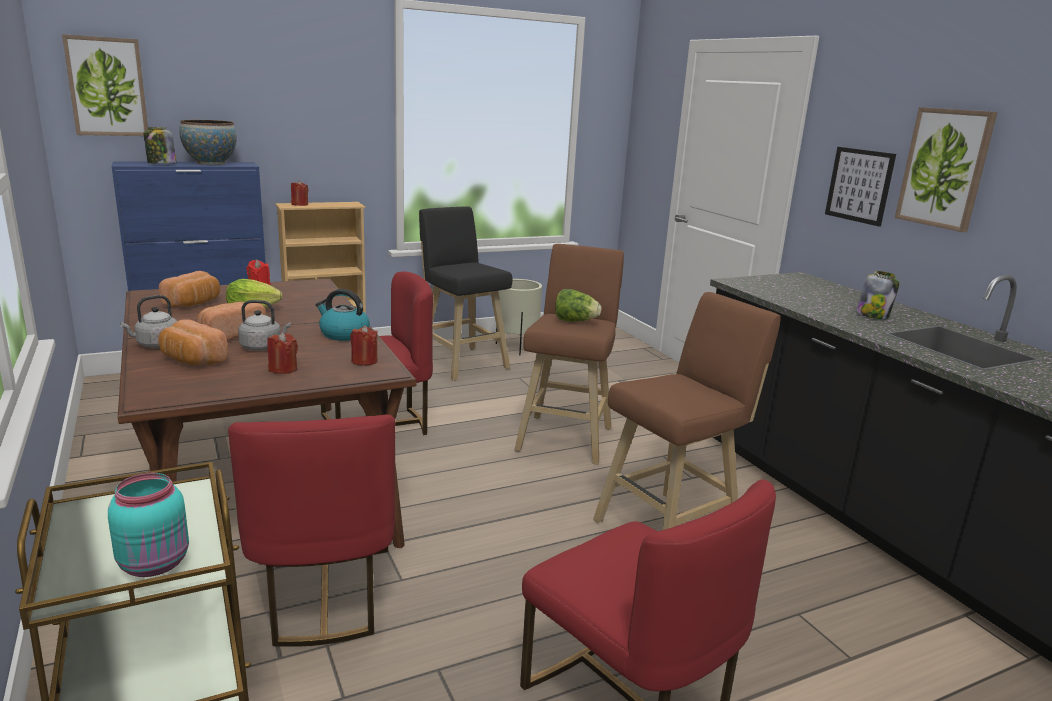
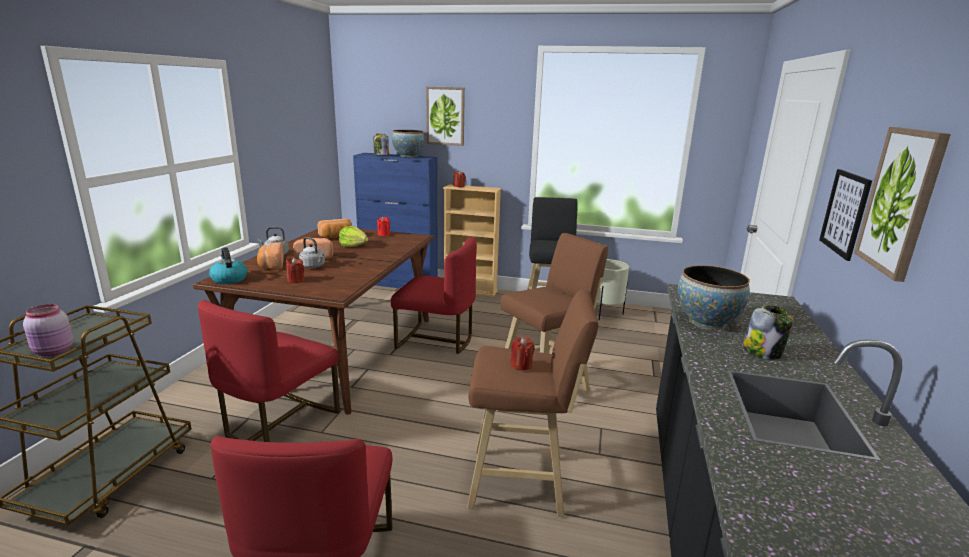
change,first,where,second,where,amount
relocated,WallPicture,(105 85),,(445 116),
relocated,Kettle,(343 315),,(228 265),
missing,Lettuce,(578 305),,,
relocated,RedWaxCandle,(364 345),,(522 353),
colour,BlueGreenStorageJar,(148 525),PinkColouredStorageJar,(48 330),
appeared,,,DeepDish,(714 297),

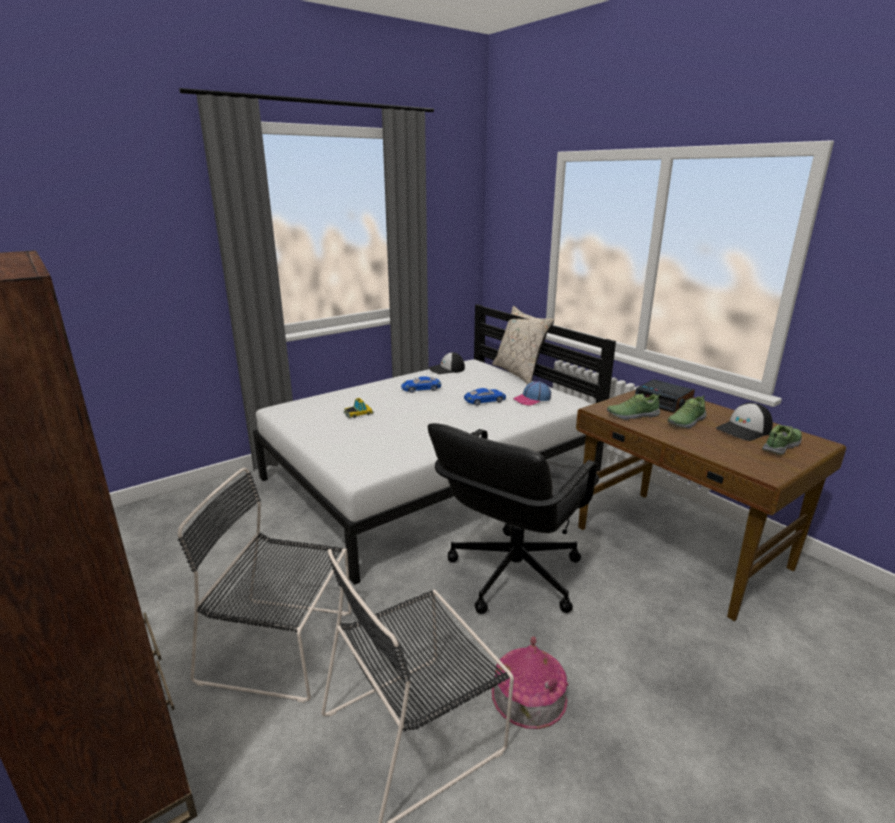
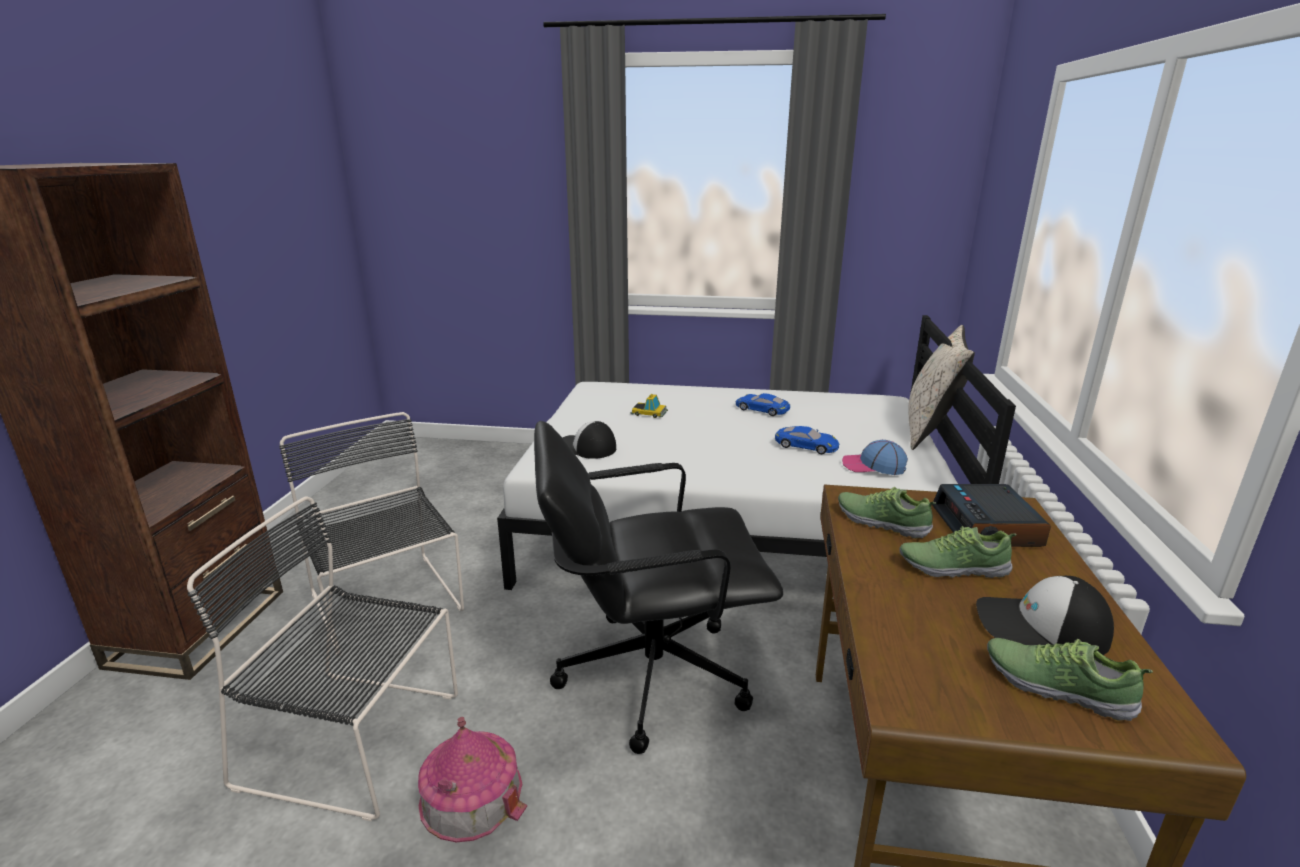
change,first,where,second,where,amount
relocated,Cap,(447 363),,(589 440),
spun,LowShoe,(782 440),,(1070 679),150 degrees counterclockwise

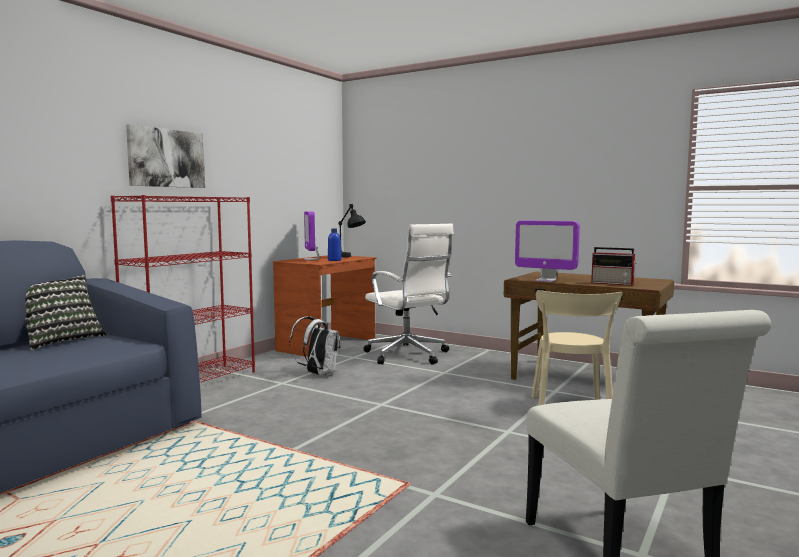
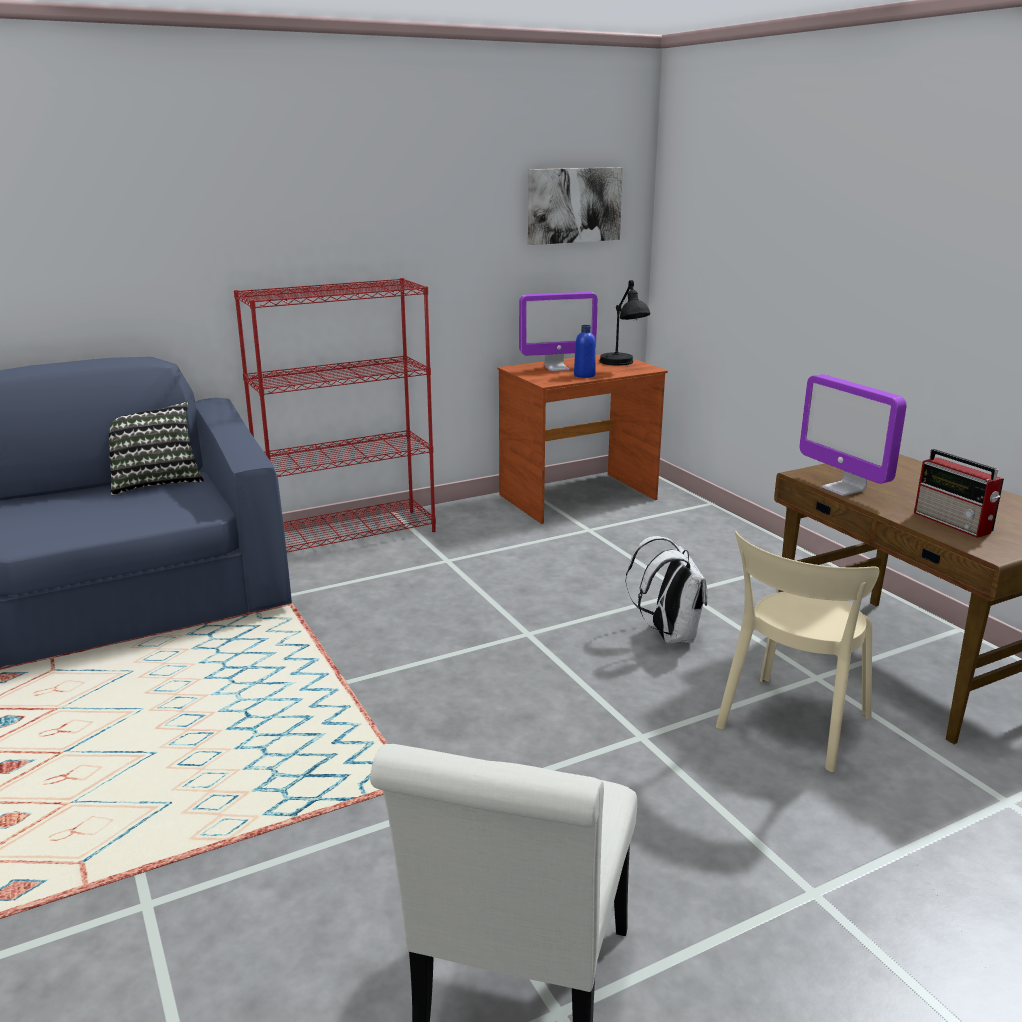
change,first,where,second,where,amount
relocated,WallPicture,(165 156),,(575 206),
spun,Monitor,(311 235),,(558 331),120 degrees counterclockwise
missing,WhiteComputerChair,(408 294),,,
relocated,WhiteRucksack,(314 346),,(666 589),

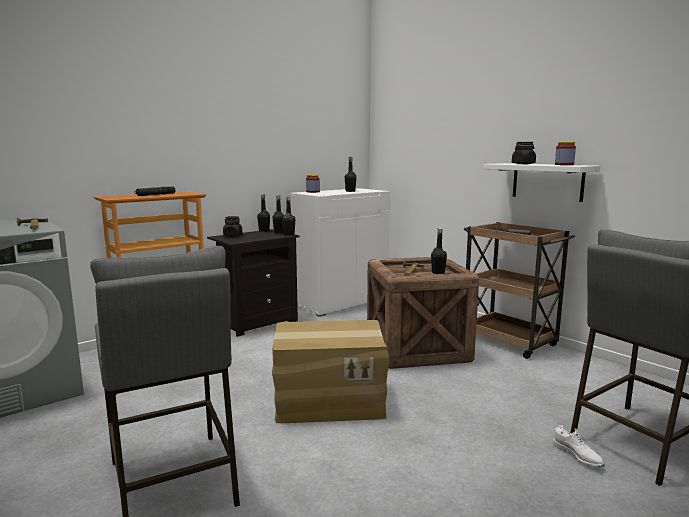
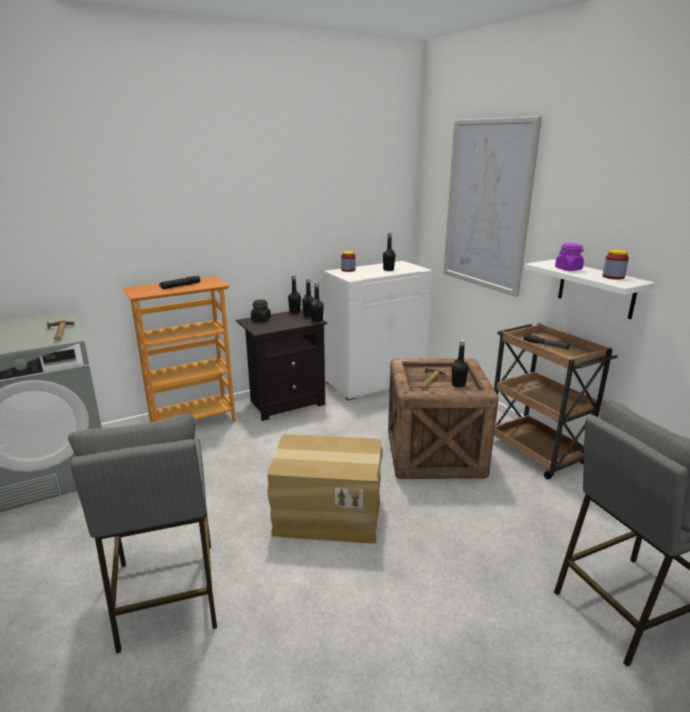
change,first,where,second,where,amount
colour,BlackishStorageJar,(524 153),PurpleStorageJar,(569 257),
missing,WhiteLowShoe,(579 446),,,
appeared,,,WallPicture,(492 206),

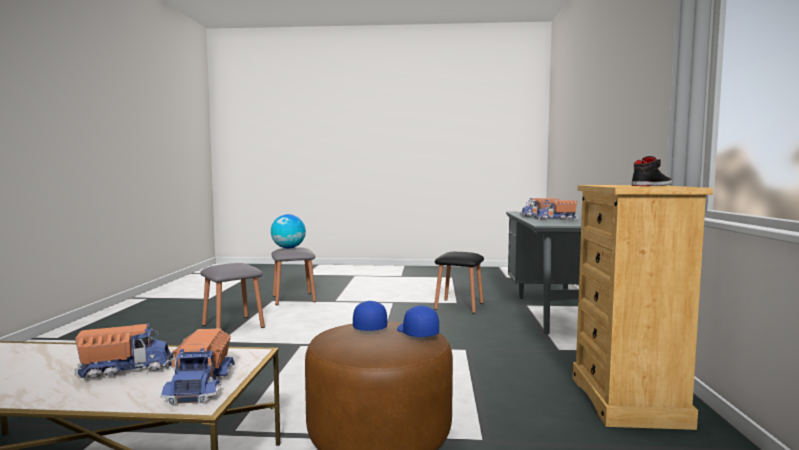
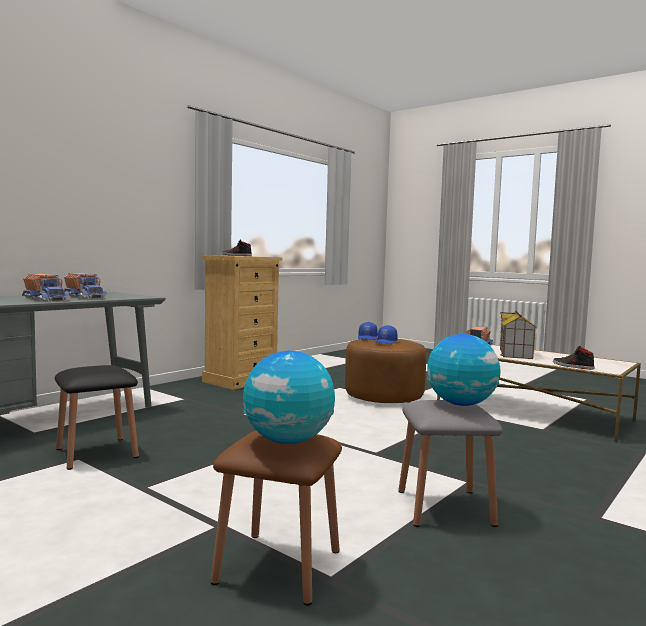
change,first,where,second,where,amount
colour,GreyStoolSeat,(293 276),BrownishStoolSeat,(276 518),
exchanged,ModelTruck,(123 350),ToyHouse,(518 335),
appeared,,,WorldGlobe,(463 370),
appeared,,,BlackishLowShoe,(574 358),

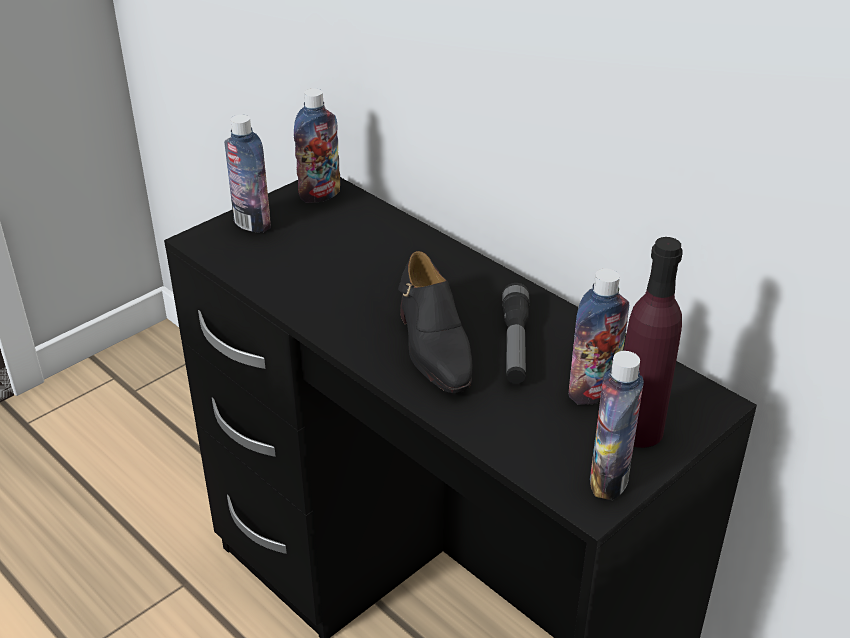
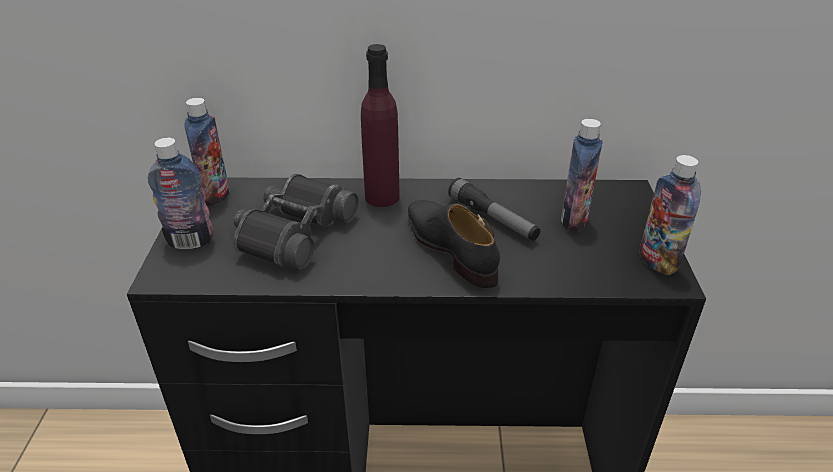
change,first,where,second,where,amount
relocated,PurpleDrinkBottle,(653 342),,(380 125),
spun,BlackishLowShoe,(435 322),,(454 244),150 degrees counterclockwise
appeared,,,BlackishFieldGlasses,(296 222),

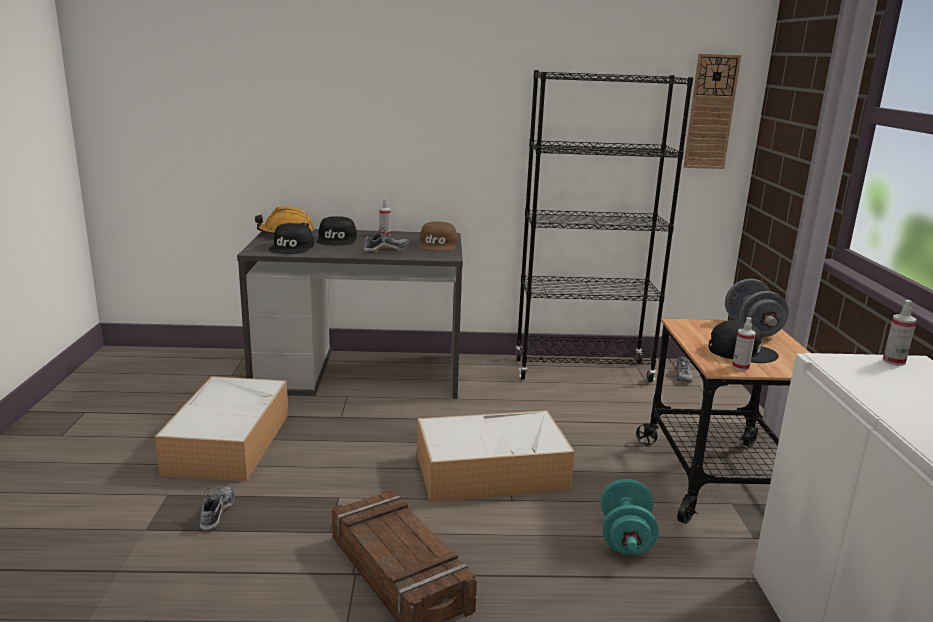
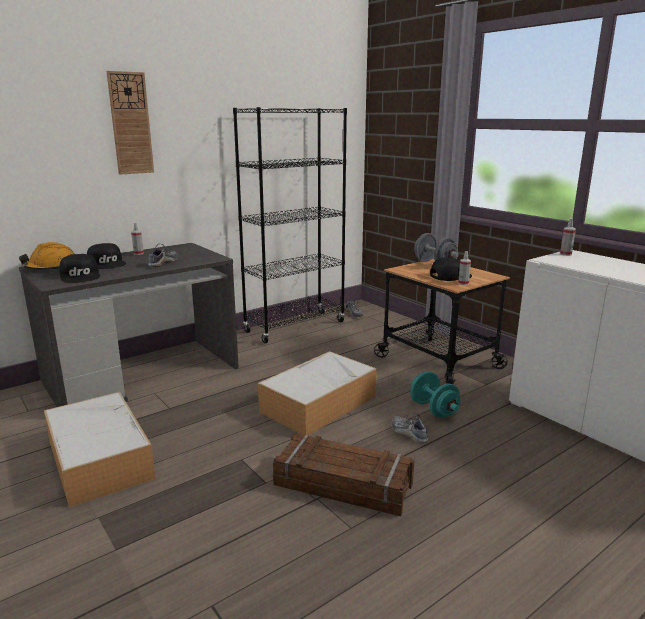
change,first,where,second,where,amount
relocated,HangingClock,(712 111),,(130 123),
missing,BrownishCap,(437 236),,,
relocated,LowShoe,(217 508),,(410 428),

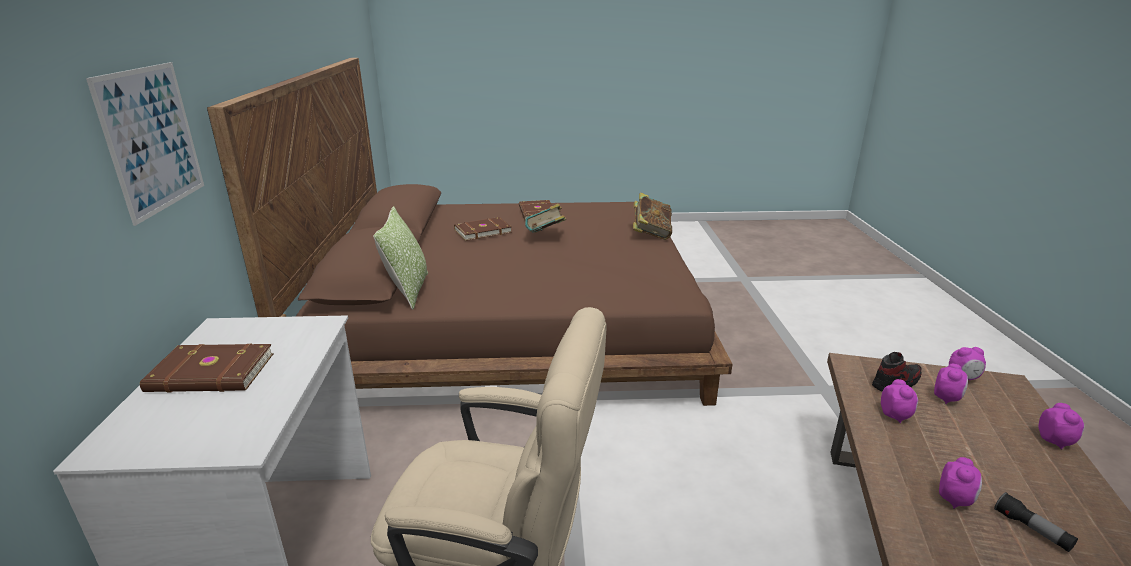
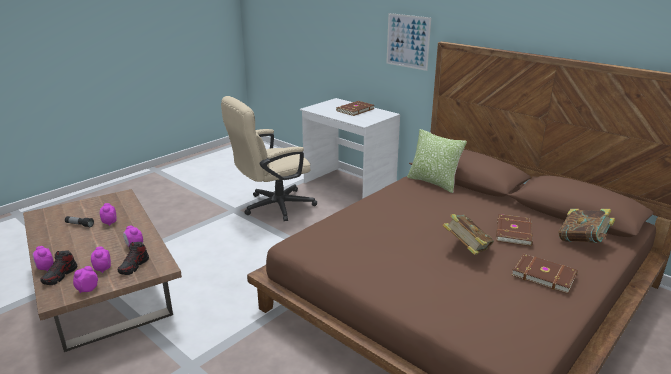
change,first,where,second,where,amount
relocated,Book,(652 216),,(587 226),
appeared,,,LowShoe,(59 267),

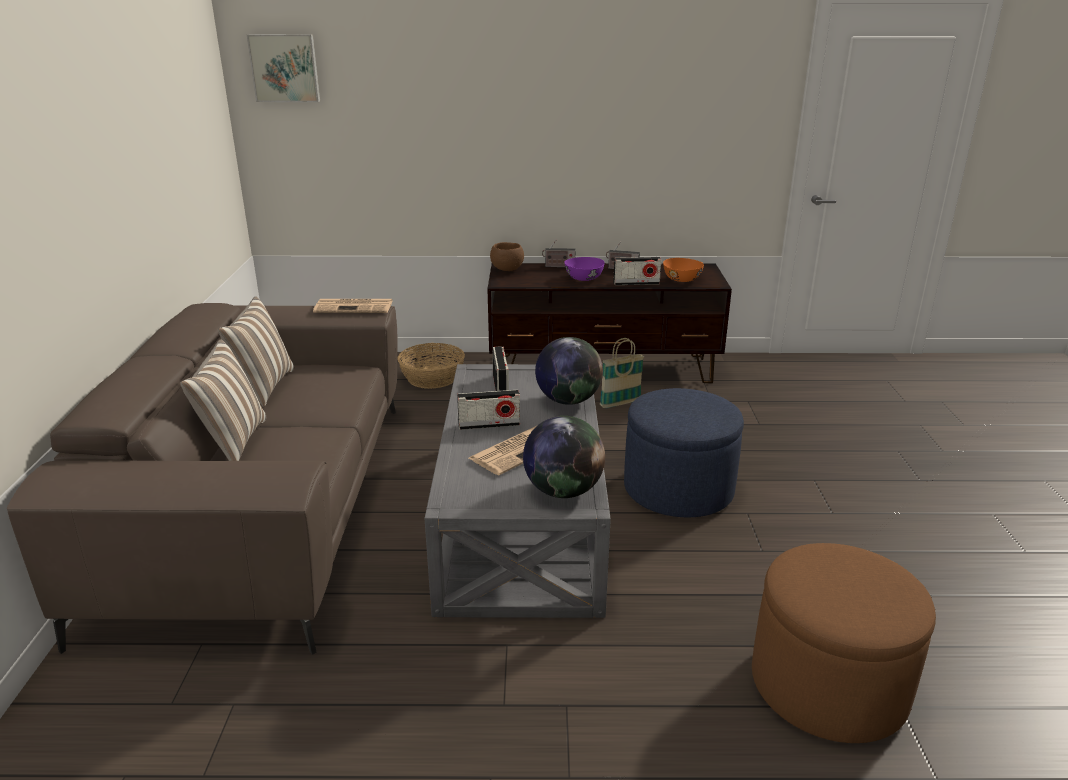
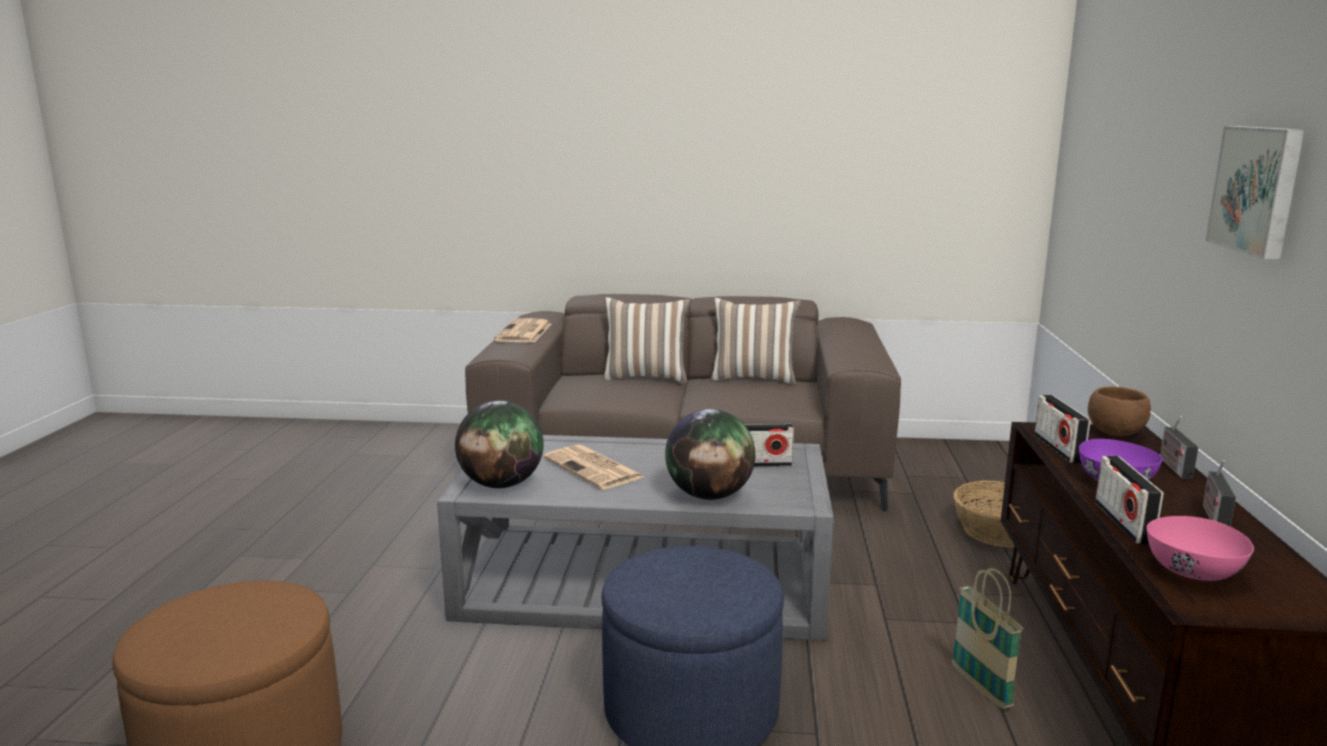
change,first,where,second,where,amount
relocated,WallPicture,(283 68),,(1255 192),
colour,OrangeDeepDish,(683 270),PinkColouredDeepDish,(1200 548),
relocated,DailyPaper,(353 306),,(522 330),
relocated,RadioReceiver,(488 410),,(1062 429),

